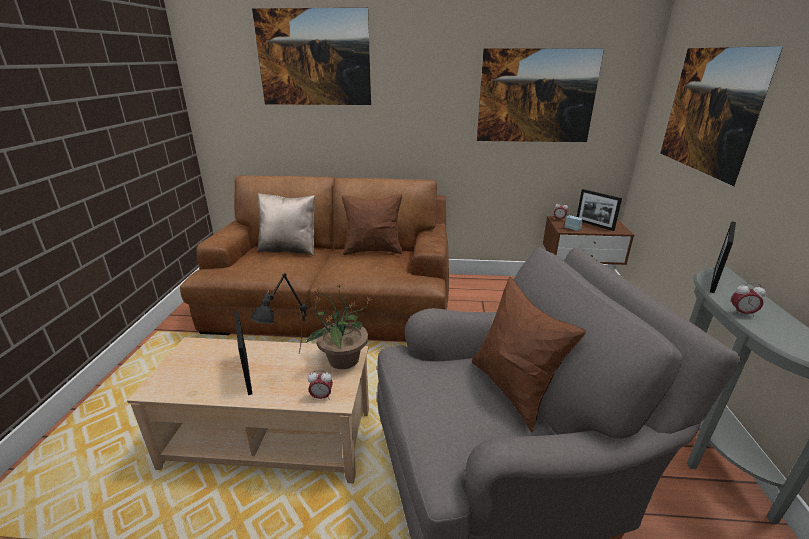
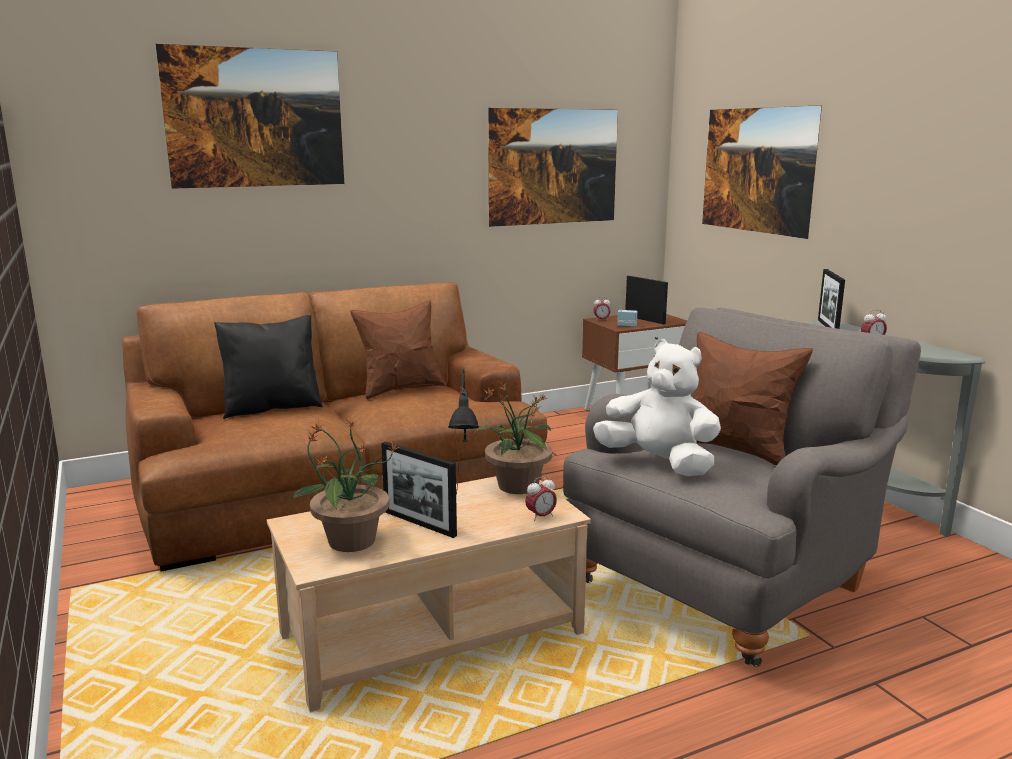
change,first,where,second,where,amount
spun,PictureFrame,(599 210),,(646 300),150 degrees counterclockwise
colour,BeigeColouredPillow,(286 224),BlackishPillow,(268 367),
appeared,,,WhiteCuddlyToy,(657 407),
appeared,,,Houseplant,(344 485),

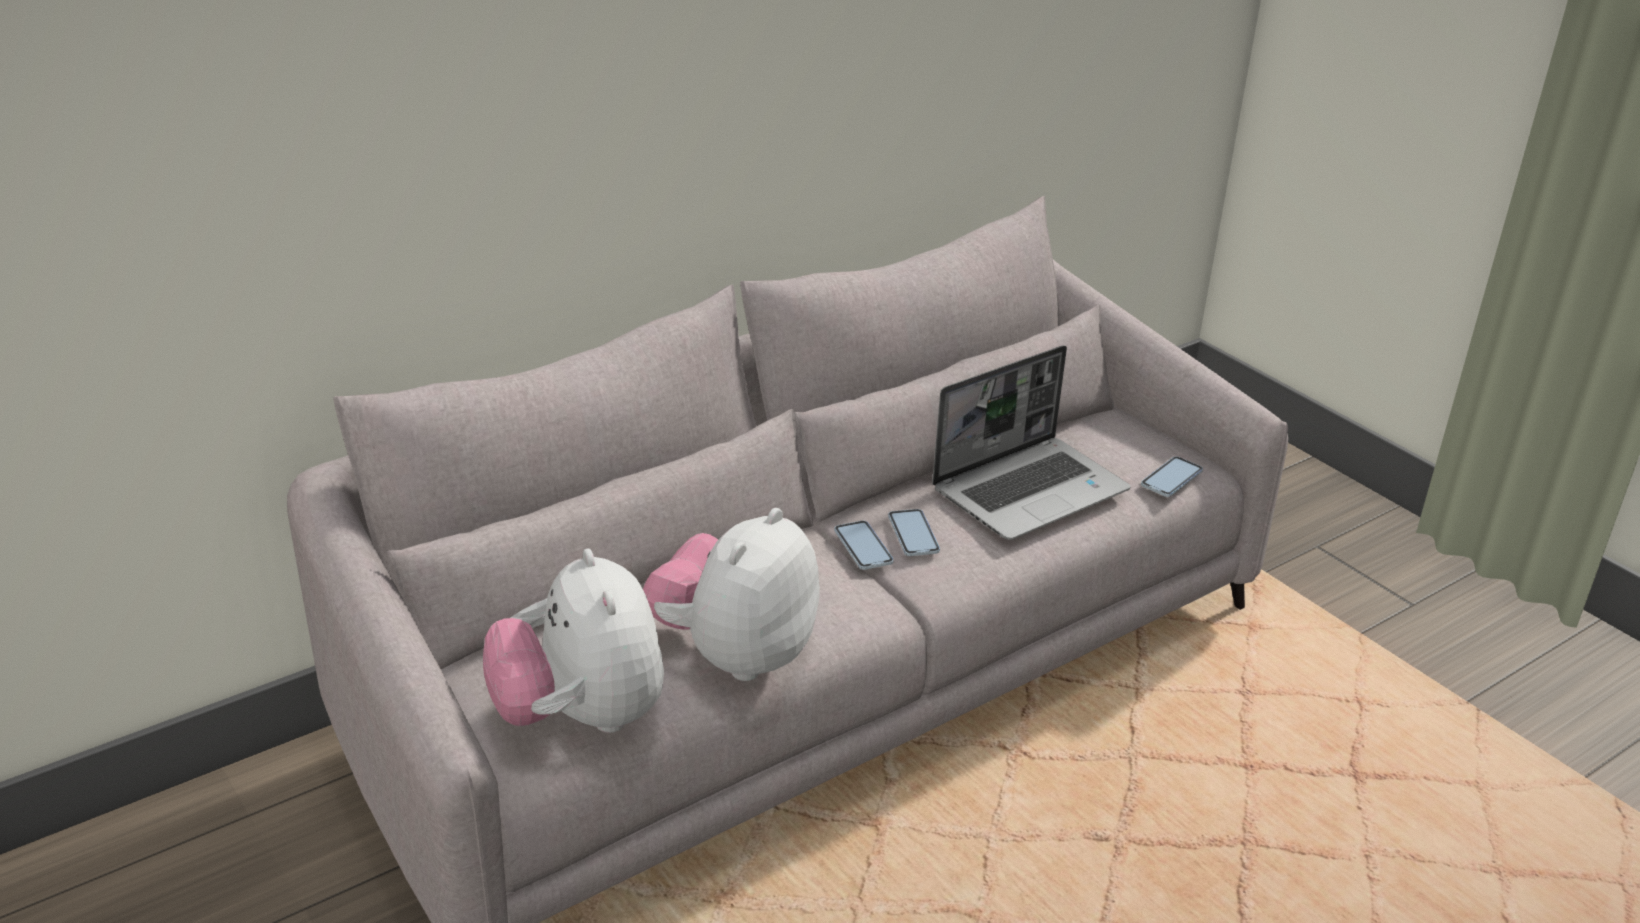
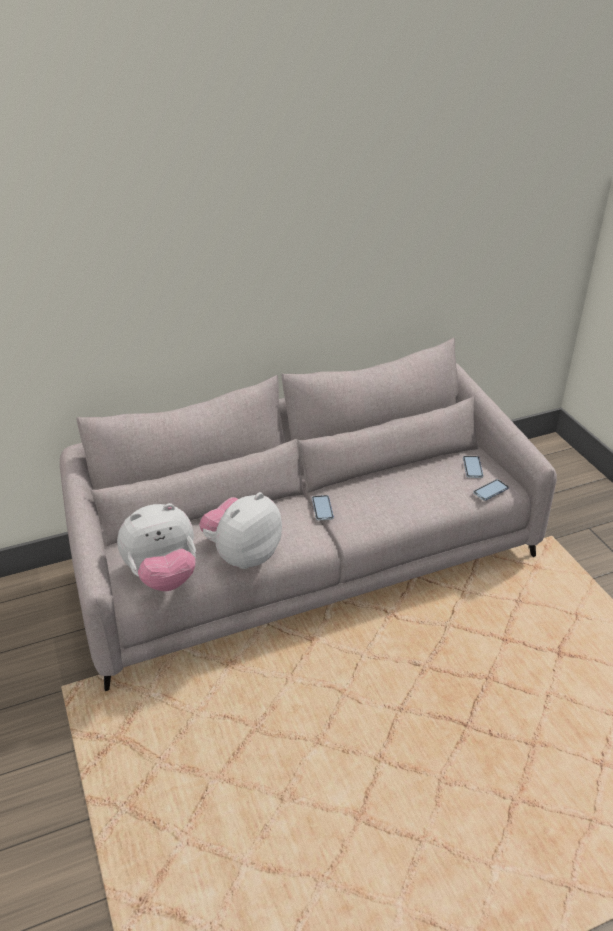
change,first,where,second,where,amount
missing,PortableComputer,(1031 442),,,
relocated,Phone,(914 532),,(473 467),
spun,CuddlyToy,(573 641),,(156 547),105 degrees counterclockwise

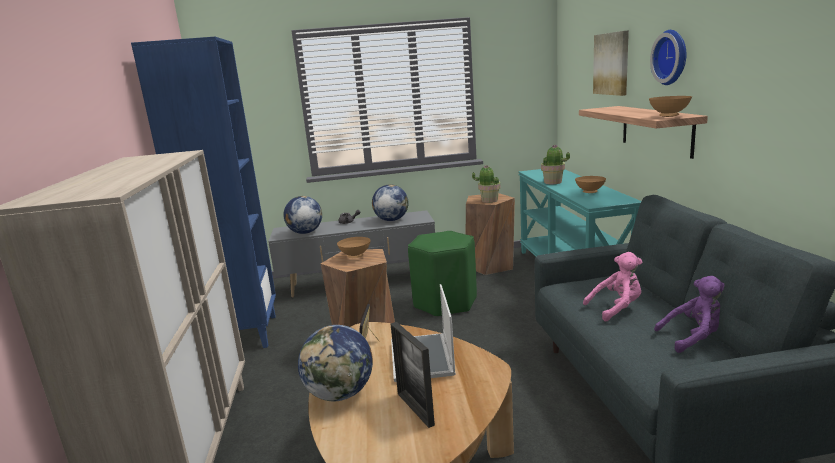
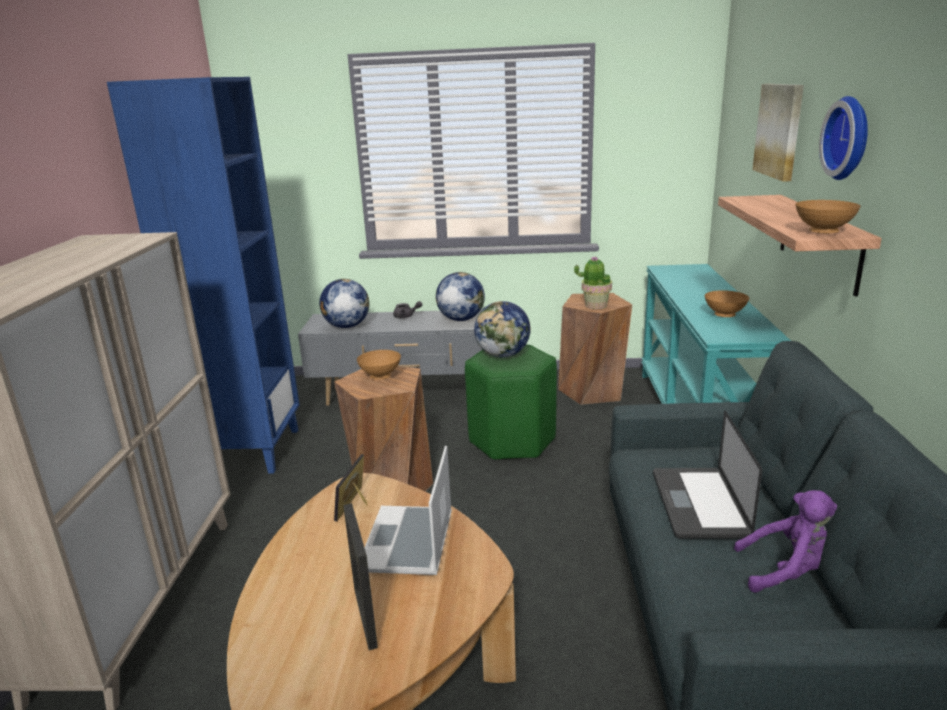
change,first,where,second,where,amount
missing,Houseplant,(555 164),,,
exchanged,PinkColouredCuddlyToy,(612 286),PortableComputer,(707 474),
relocated,WorldGlobe,(335 363),,(502 329),

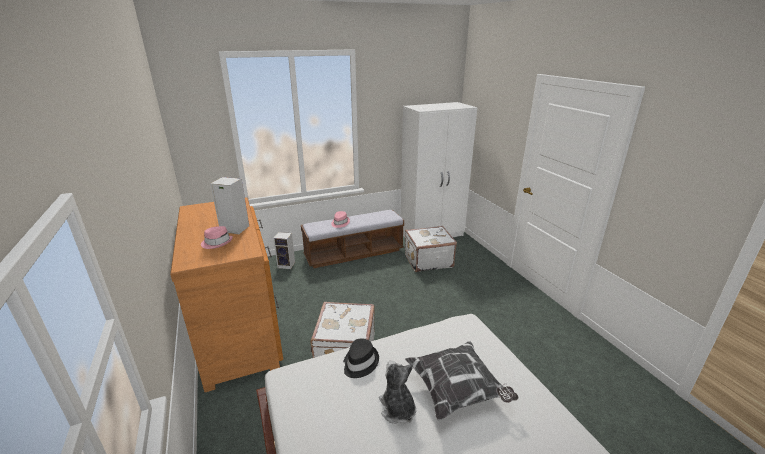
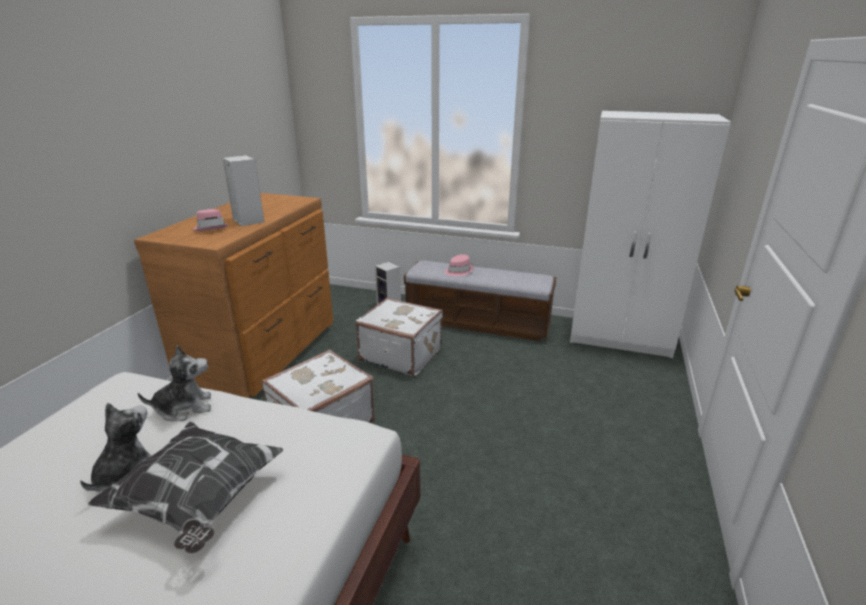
change,first,where,second,where,amount
relocated,WhiteTravelCase,(431 249),,(399 337),
exchanged,BlackishWearableHat,(361 358),CuddlyToy,(174 383),

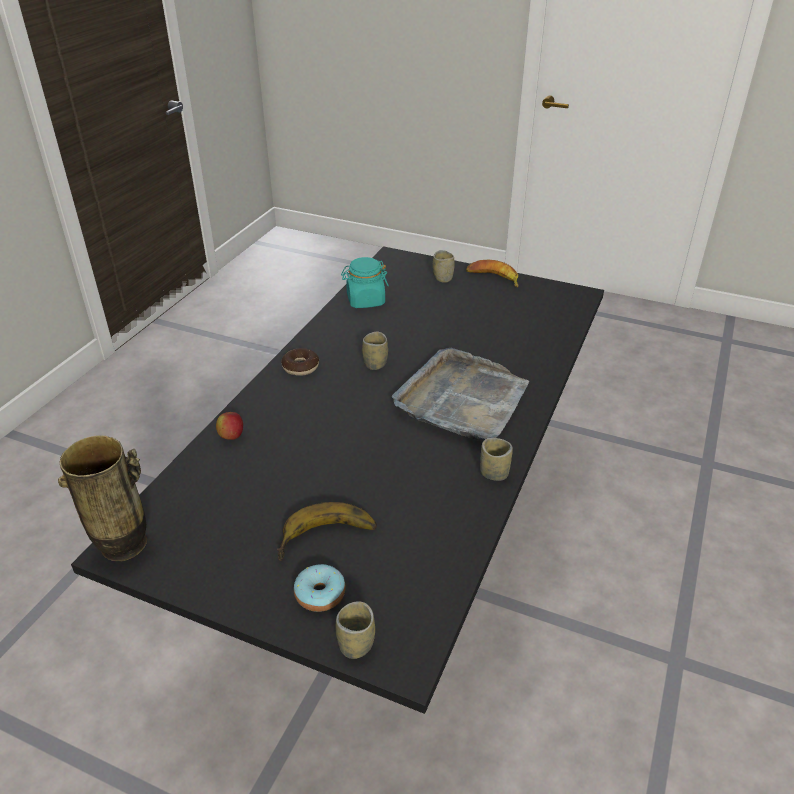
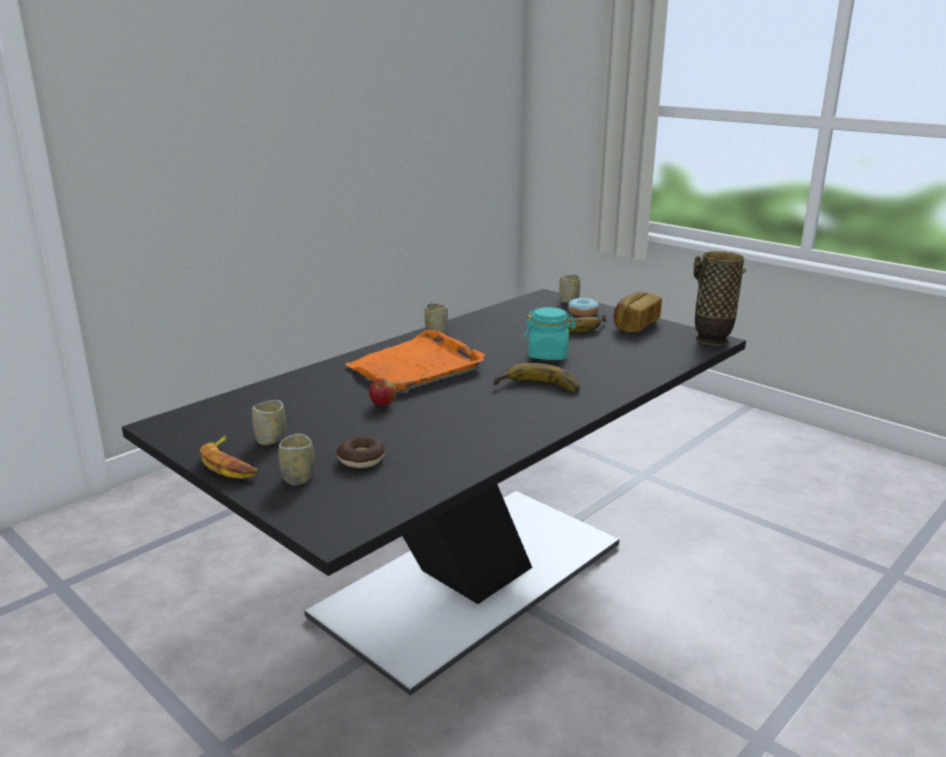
change,first,where,second,where,amount
relocated,BlueGreenStorageJar,(365 282),,(550 333),
relocated,DrinkingCup,(375 351),,(269 422),
relocated,Donut,(300 362),,(361 452),
colour,GreyTray,(460 394),OrangeTray,(415 360),
relocated,AppleFruit,(229 426),,(382 392),
appeared,,,BakedBread,(638 312),
appeared,,,BananaFruit,(536 377),

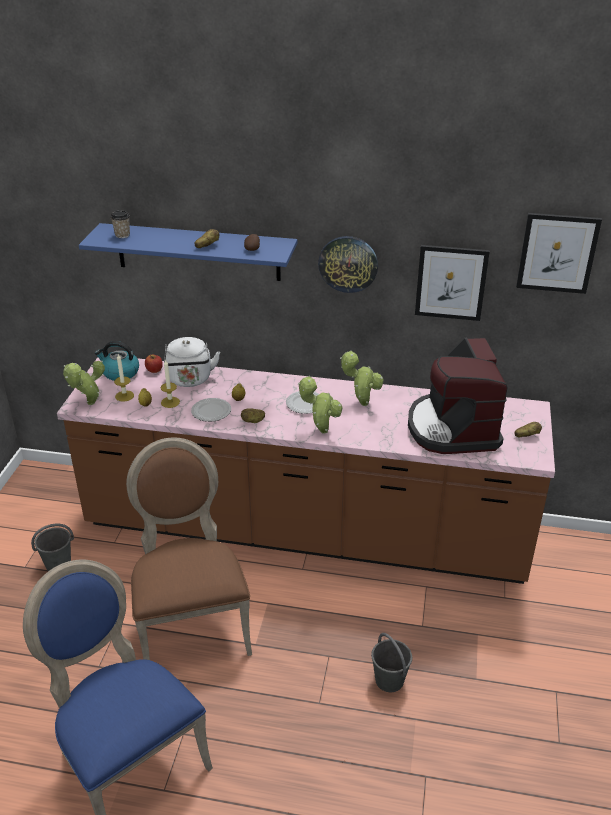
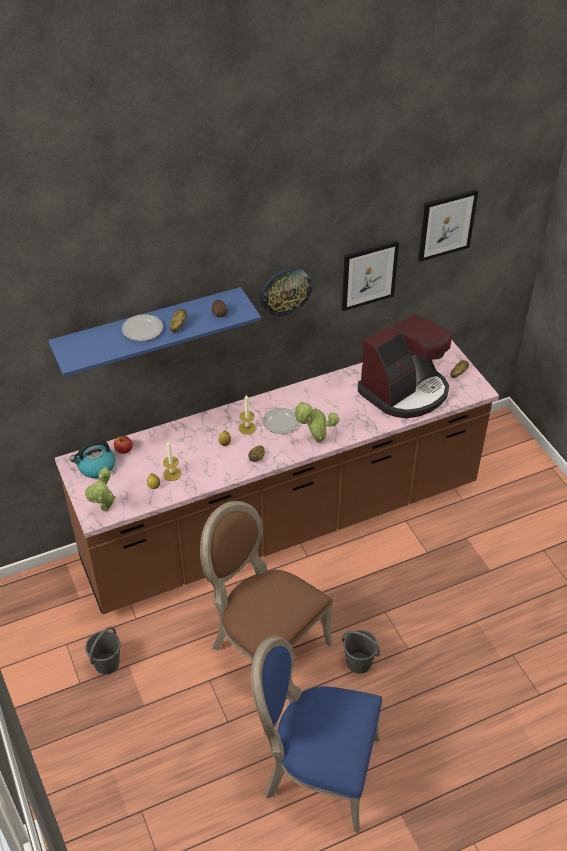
change,first,where,second,where,amount
missing,DrinkingCup,(120 224),,,
missing,WhiteKettle,(192 362),,,
spun,CoffeeBrewer,(458 396),,(405 366),90 degrees counterclockwise
missing,Houseplant,(362 378),,,
relocated,WaxCandle,(124 378),,(247 415),
relocated,Plate,(211 410),,(142 327),
relocated,GreyWaterBucket,(391 662),,(361 652),

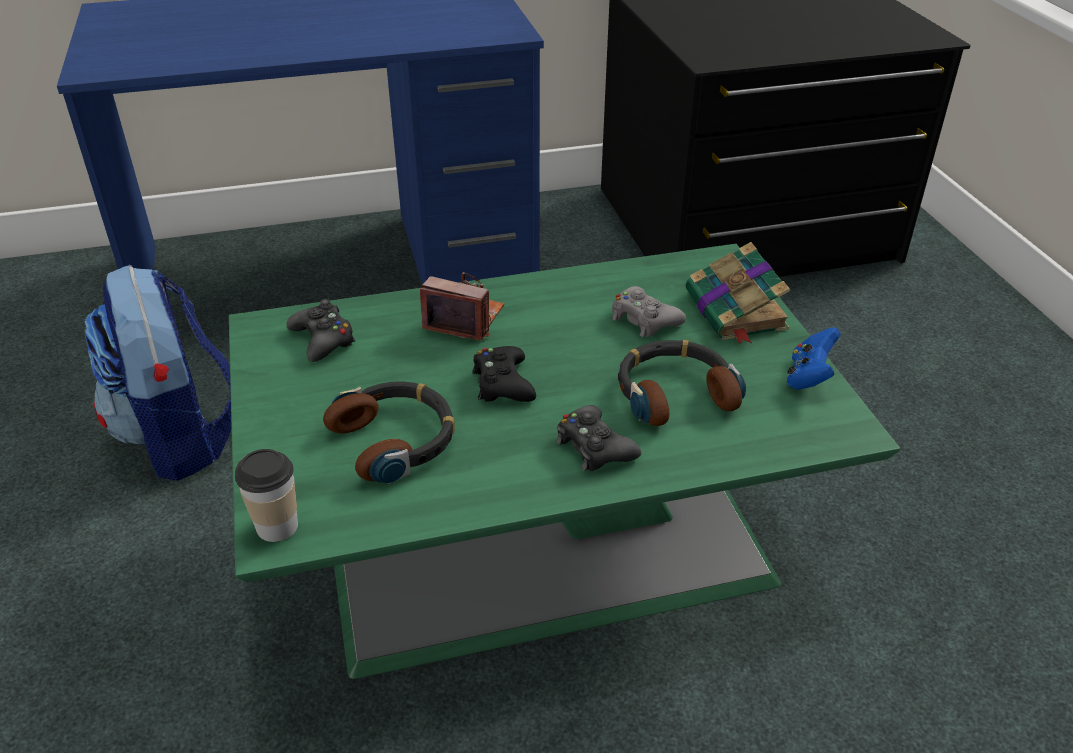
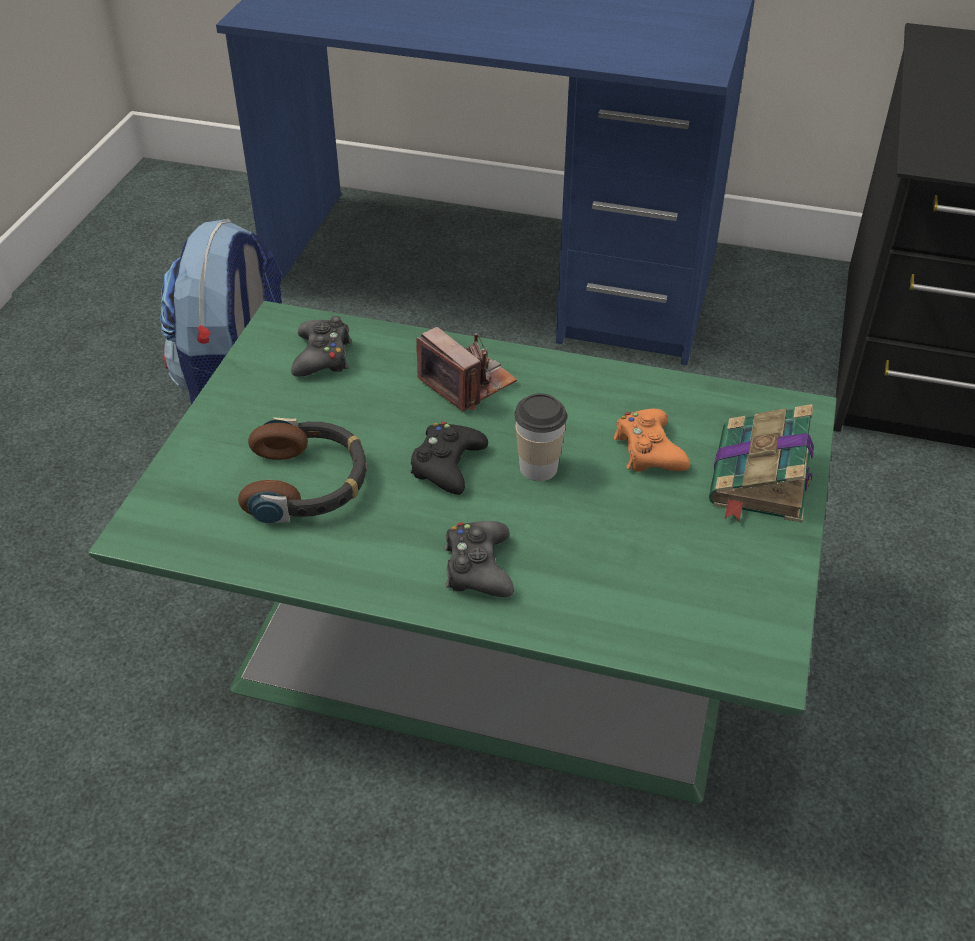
change,first,where,second,where,amount
colour,GreyJoypad,(649 311),OrangeJoypad,(651 440),
missing,BlueColouredJoypad,(813 358),,,
missing,Headset,(682 383),,,
relocated,DrinkingCup,(266 495),,(541 437),

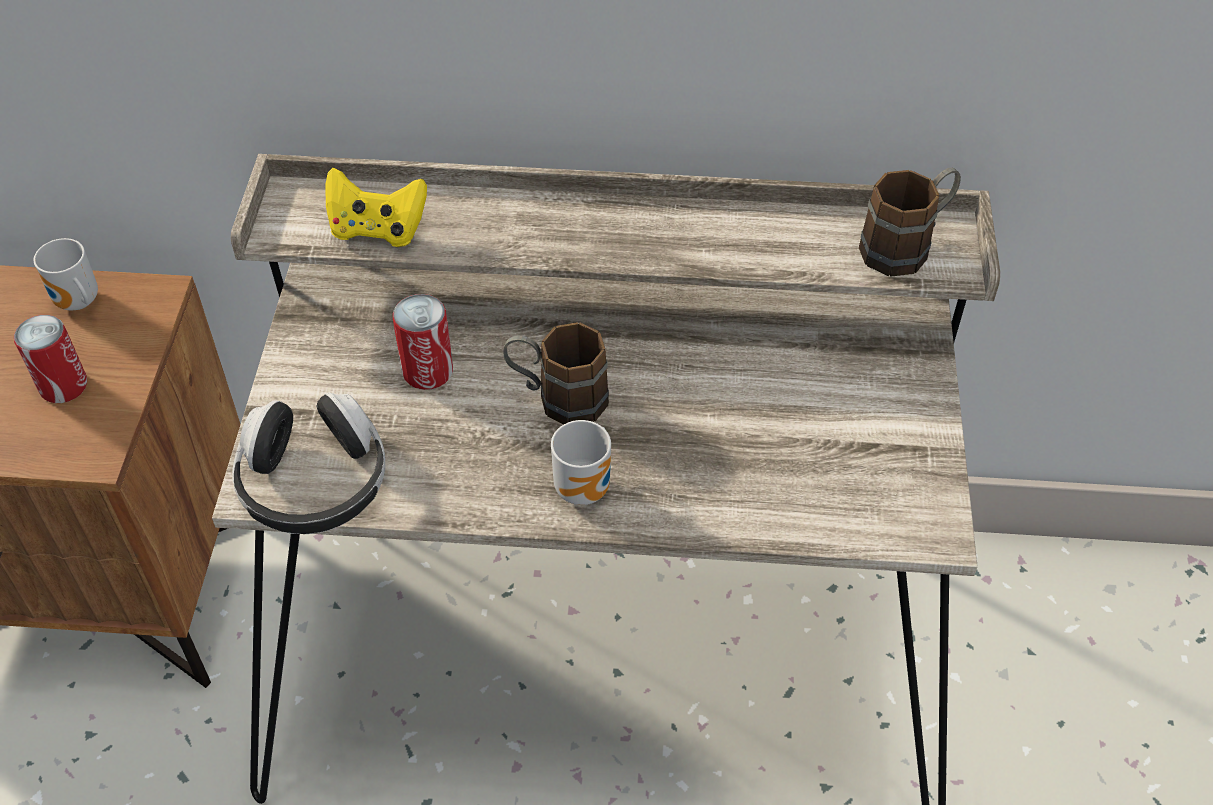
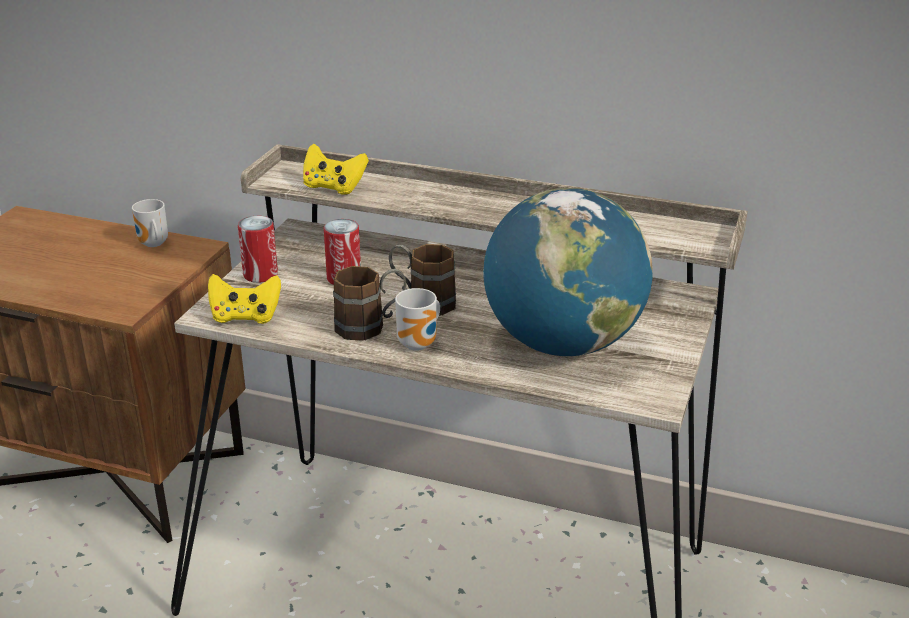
change,first,where,second,where,amount
relocated,BrownishCoffeeMug,(910 222),,(369 303),
relocated,SealedCan,(50 359),,(258 249),
exchanged,Headset,(308 463),YellowColouredJoypad,(244 299),
appeared,,,WorldGlobe,(568 272),

